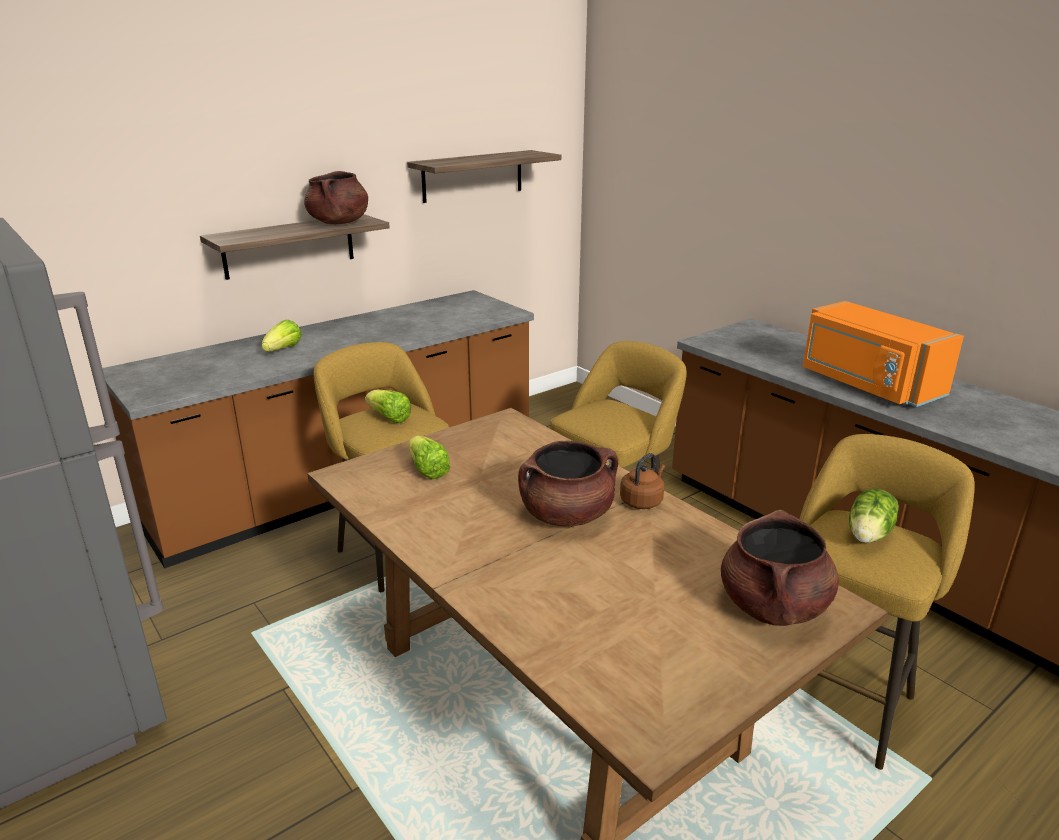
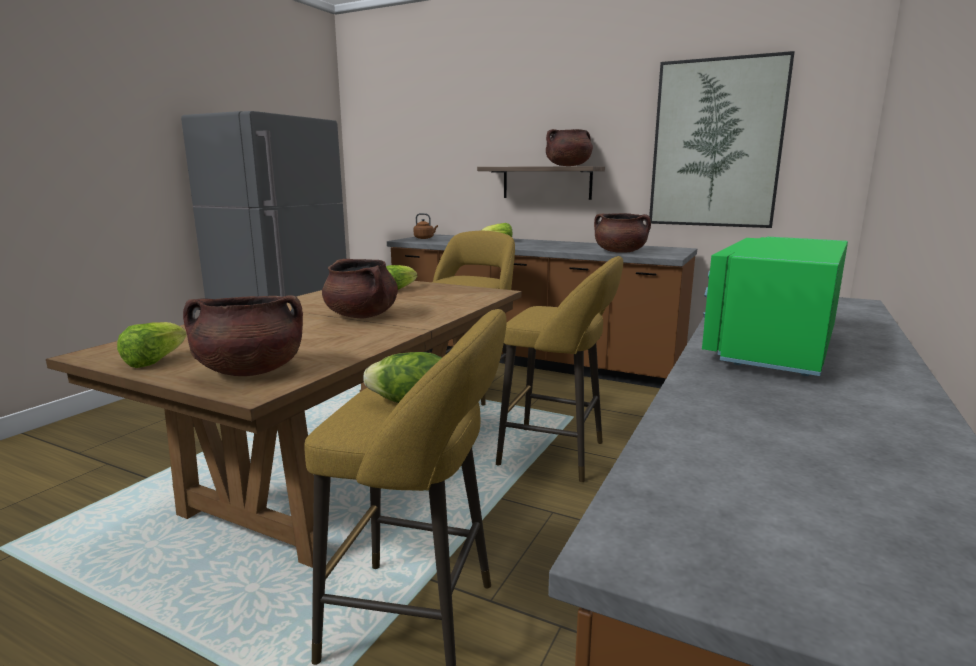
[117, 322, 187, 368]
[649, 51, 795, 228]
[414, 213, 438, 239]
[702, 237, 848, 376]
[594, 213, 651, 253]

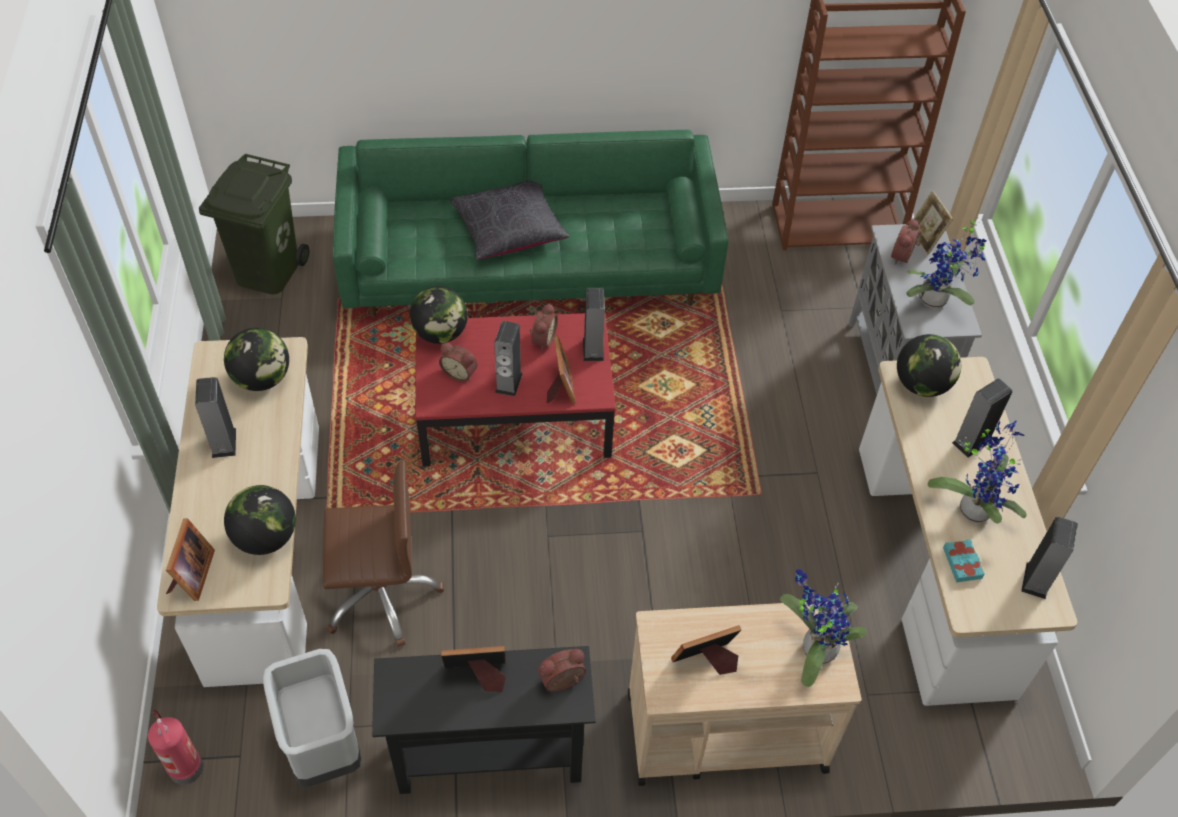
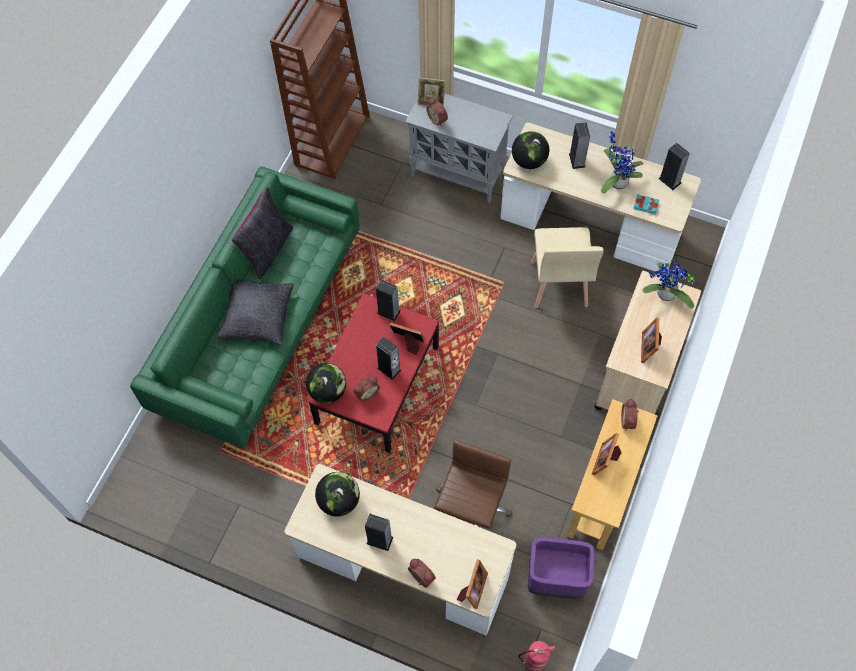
[457, 560, 488, 609]
[199, 153, 309, 295] (first image)
[224, 485, 296, 555] (first image)
[528, 537, 595, 599]
[567, 399, 658, 550]
[408, 559, 436, 588]
[906, 217, 986, 308] (first image)
[232, 187, 293, 280]
[531, 227, 604, 308]

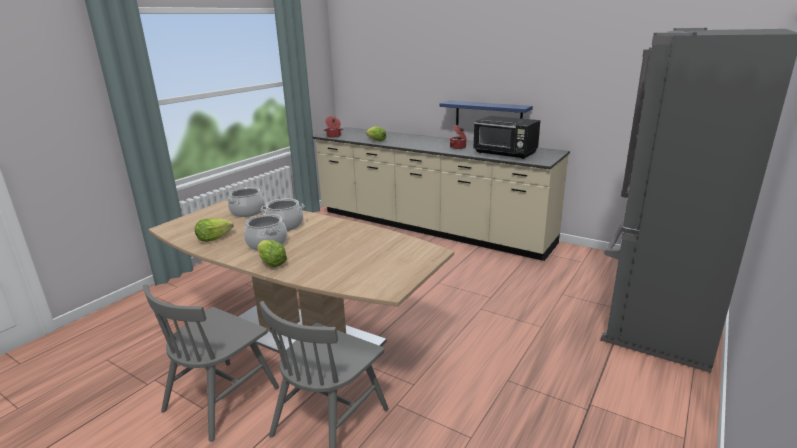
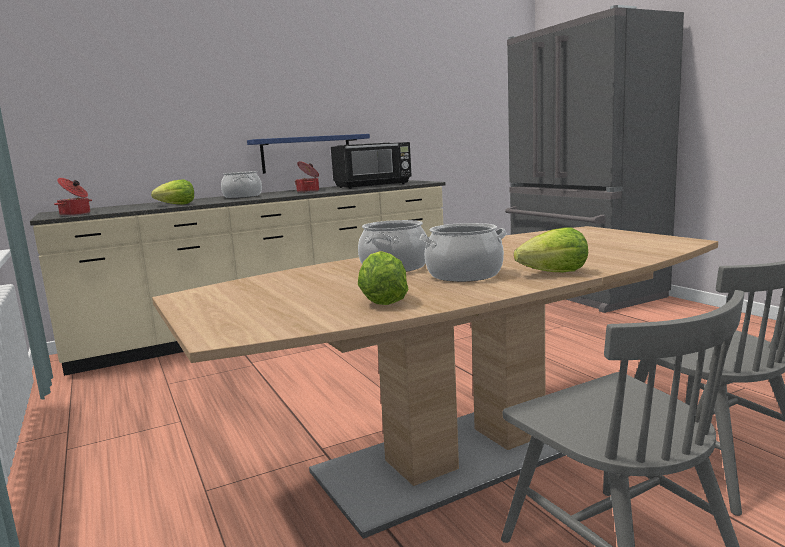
[221, 171, 262, 198]

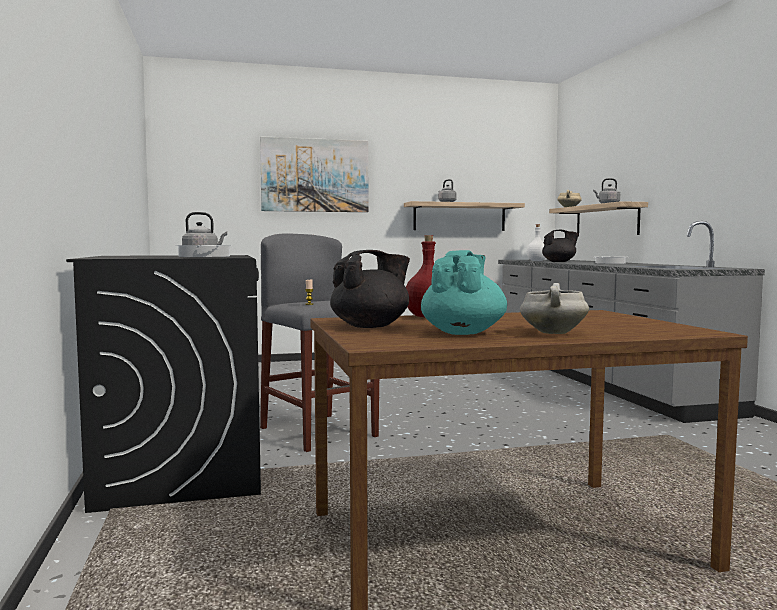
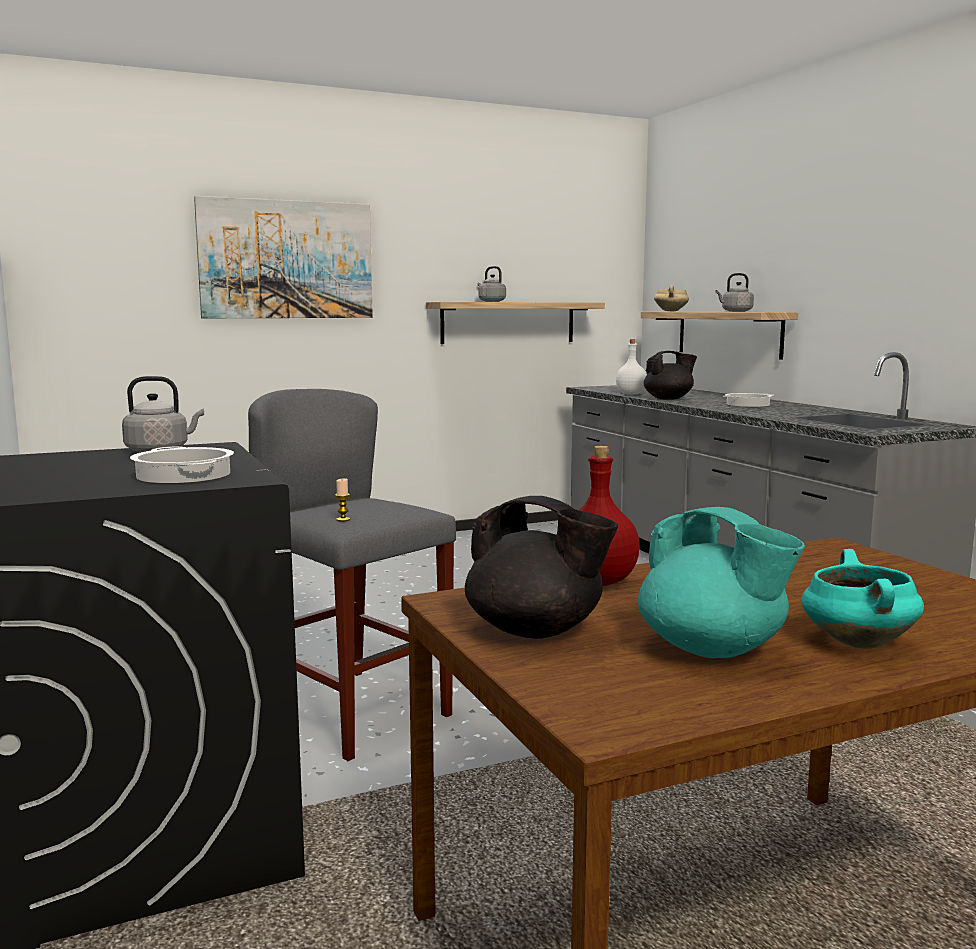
[465, 496, 618, 639]
[638, 507, 805, 658]
[802, 549, 924, 649]

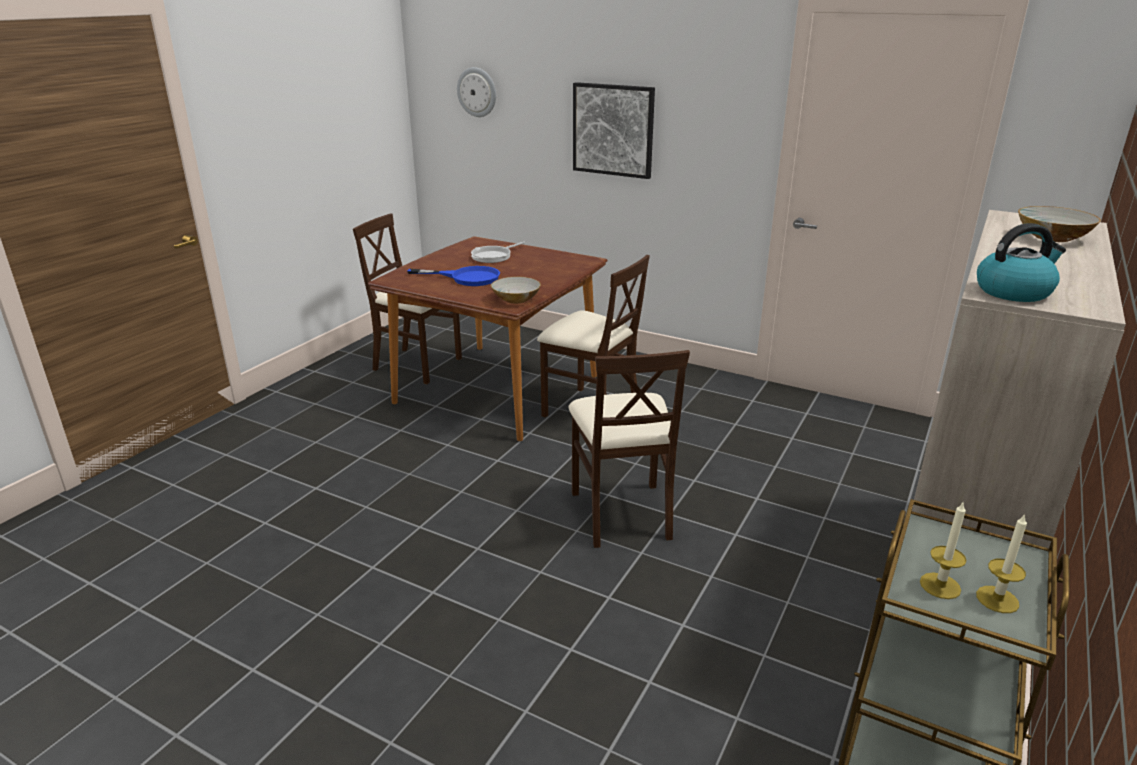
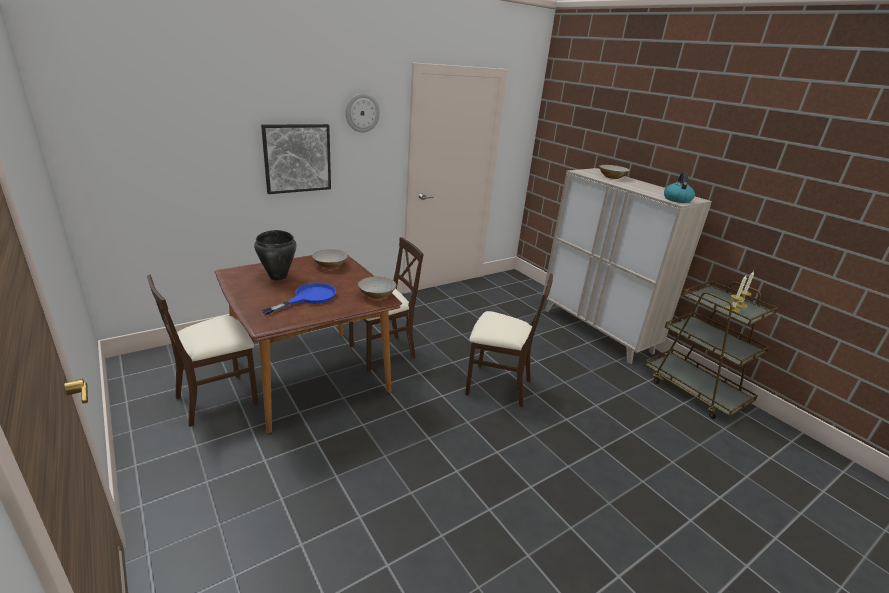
[346, 93, 380, 133]
[254, 230, 297, 281]
[312, 249, 347, 269]

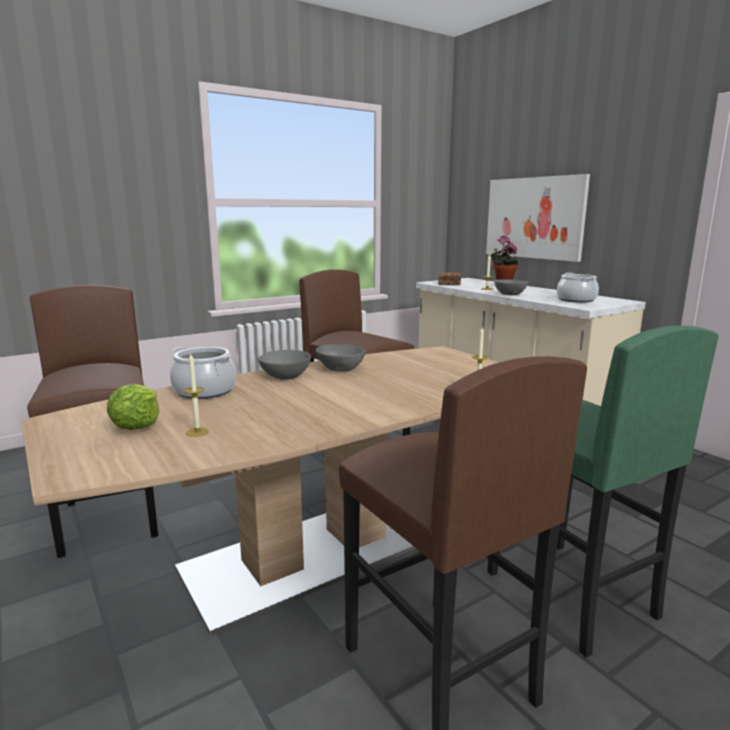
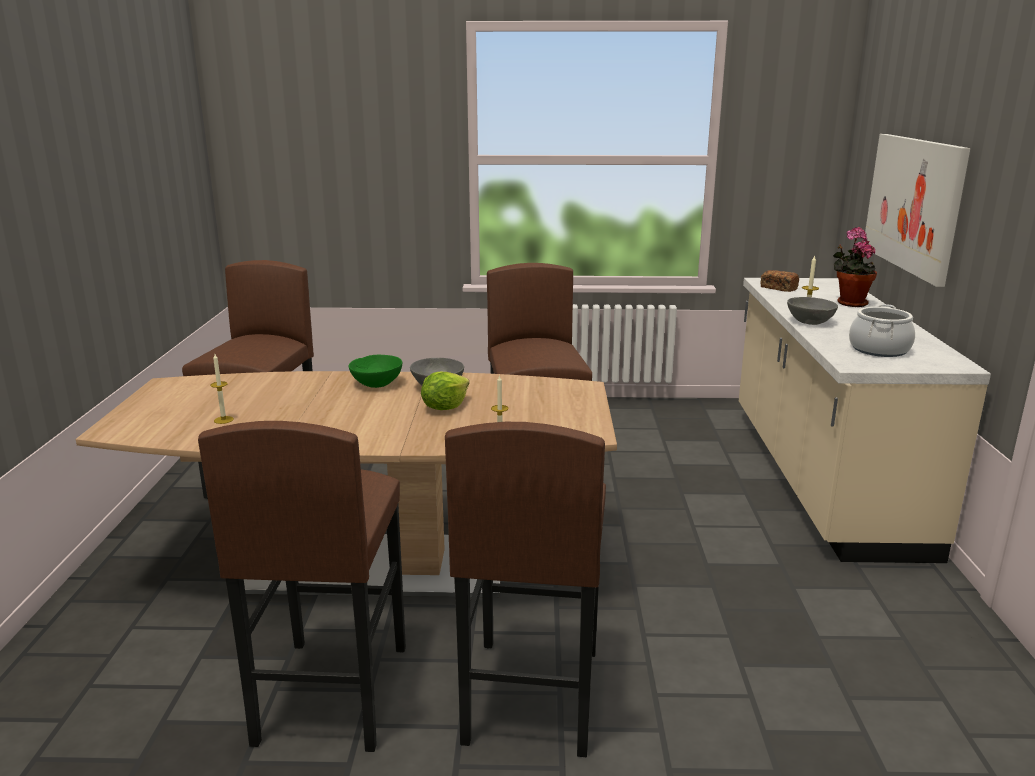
[421, 372, 469, 410]
[170, 347, 236, 399] (first image)
[349, 355, 402, 388]
[445, 422, 606, 757]

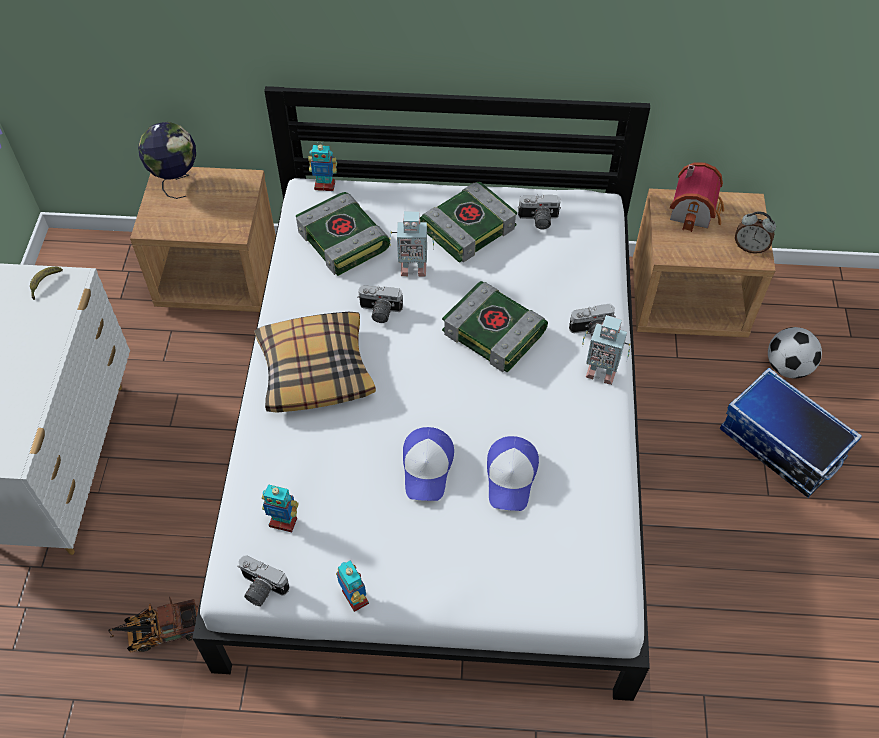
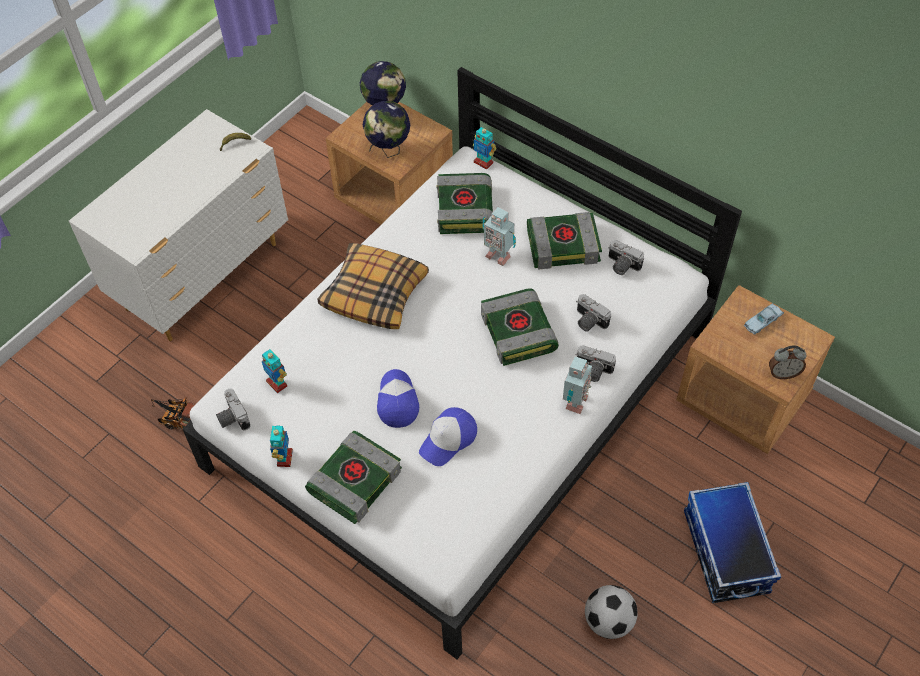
[576, 294, 611, 332]
[377, 369, 419, 428]
[563, 356, 592, 414]
[744, 303, 784, 335]
[769, 346, 807, 379]
[585, 585, 638, 639]
[305, 431, 402, 524]
[363, 101, 410, 158]

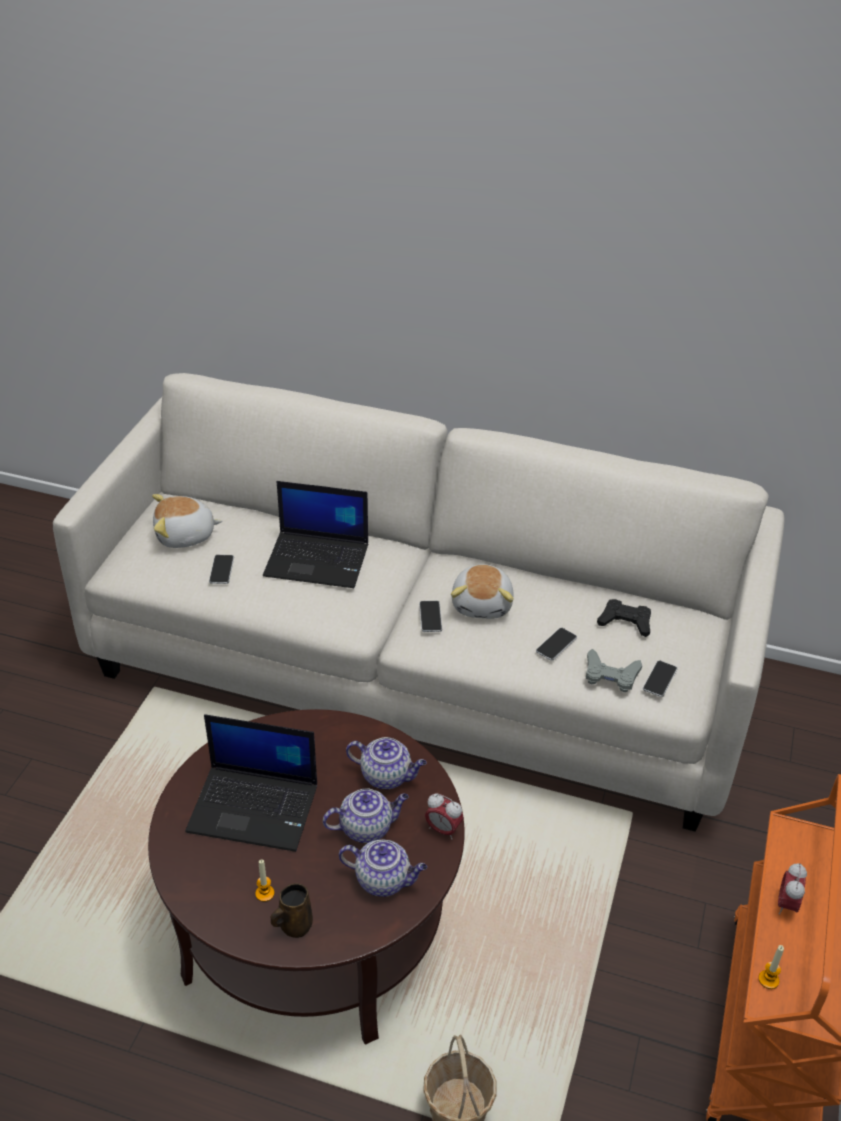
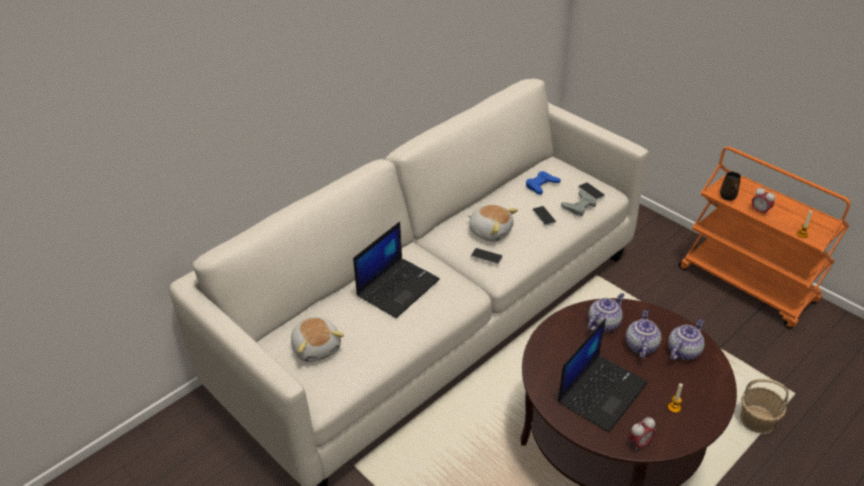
[291, 317, 344, 362]
[209, 555, 234, 584] (first image)
[720, 171, 741, 201]
[628, 417, 656, 451]
[526, 171, 561, 195]

